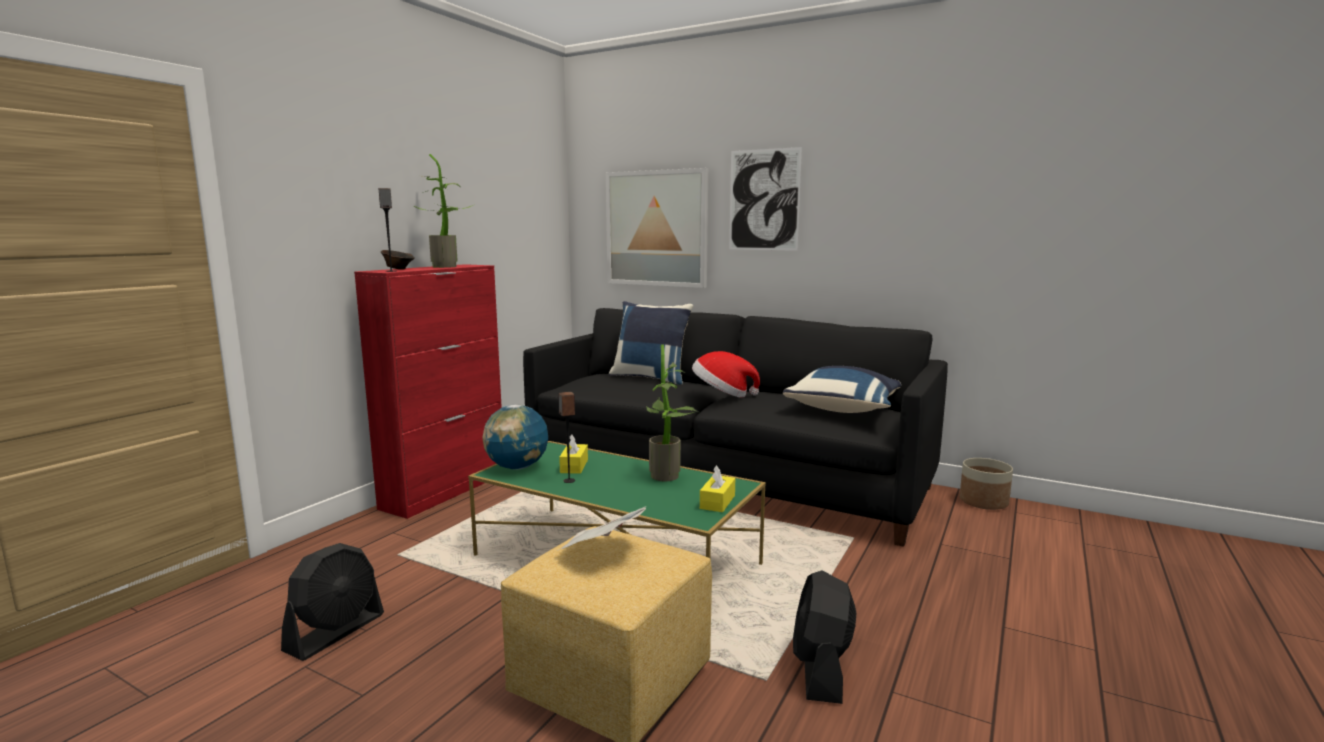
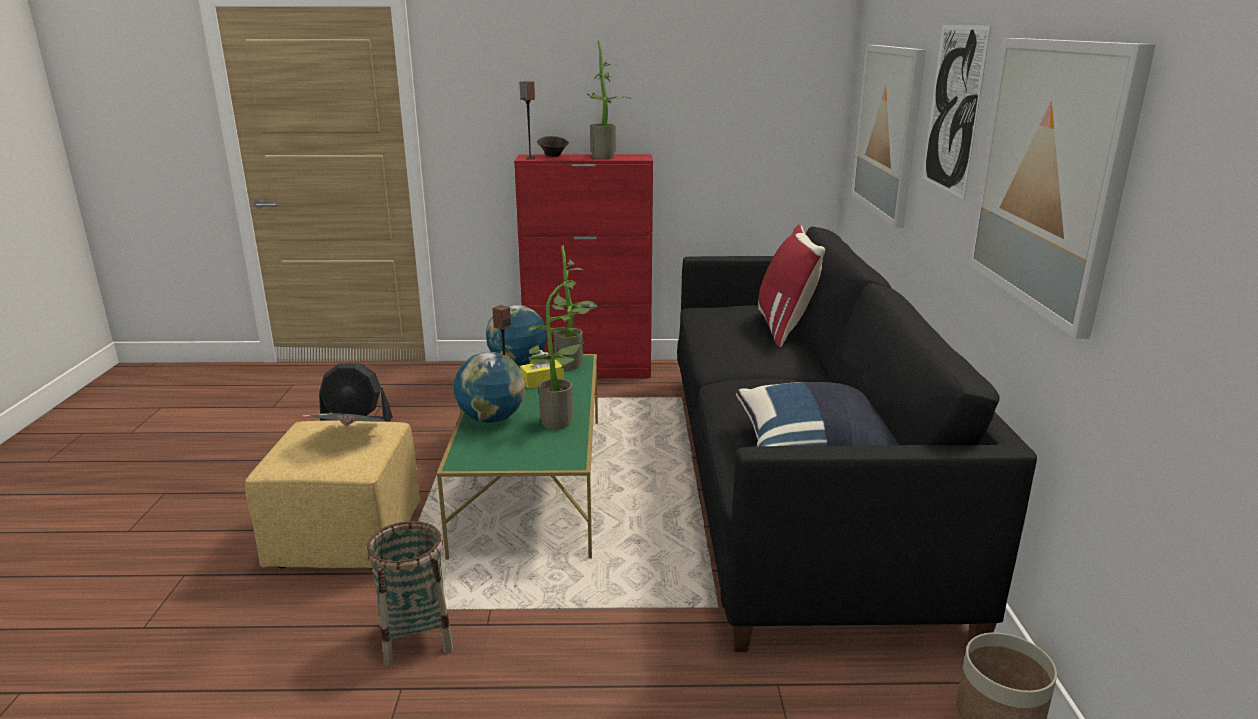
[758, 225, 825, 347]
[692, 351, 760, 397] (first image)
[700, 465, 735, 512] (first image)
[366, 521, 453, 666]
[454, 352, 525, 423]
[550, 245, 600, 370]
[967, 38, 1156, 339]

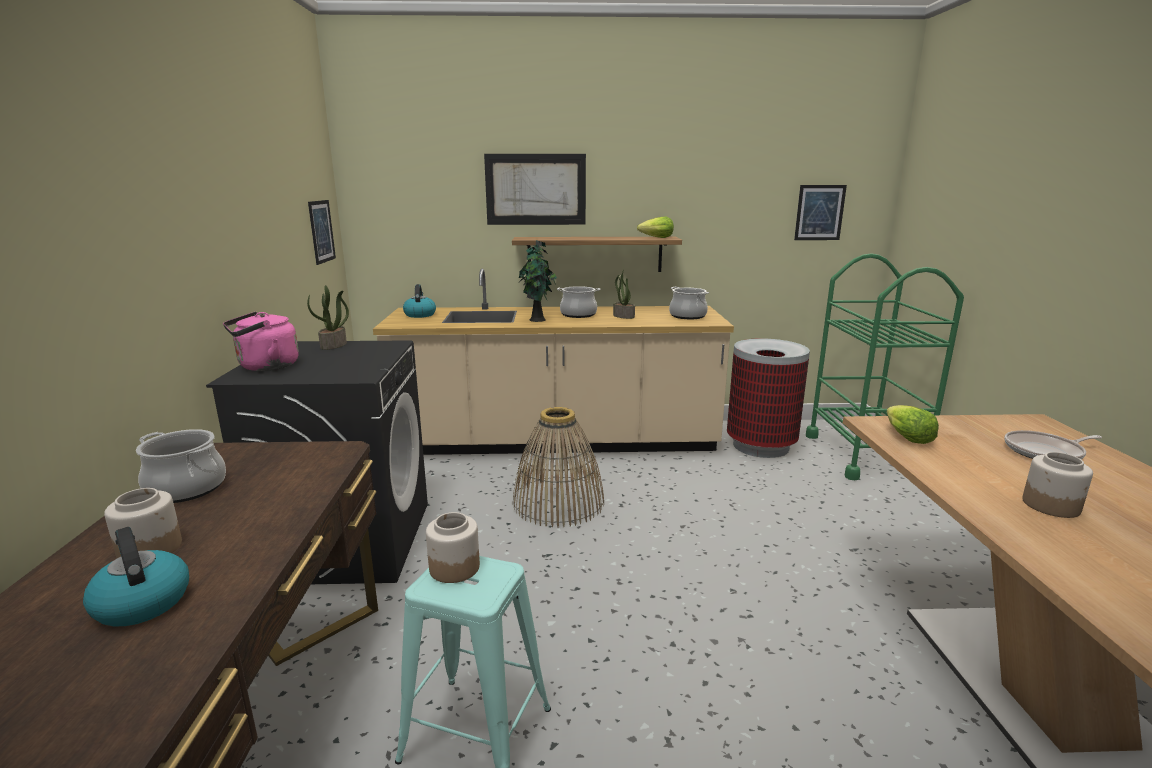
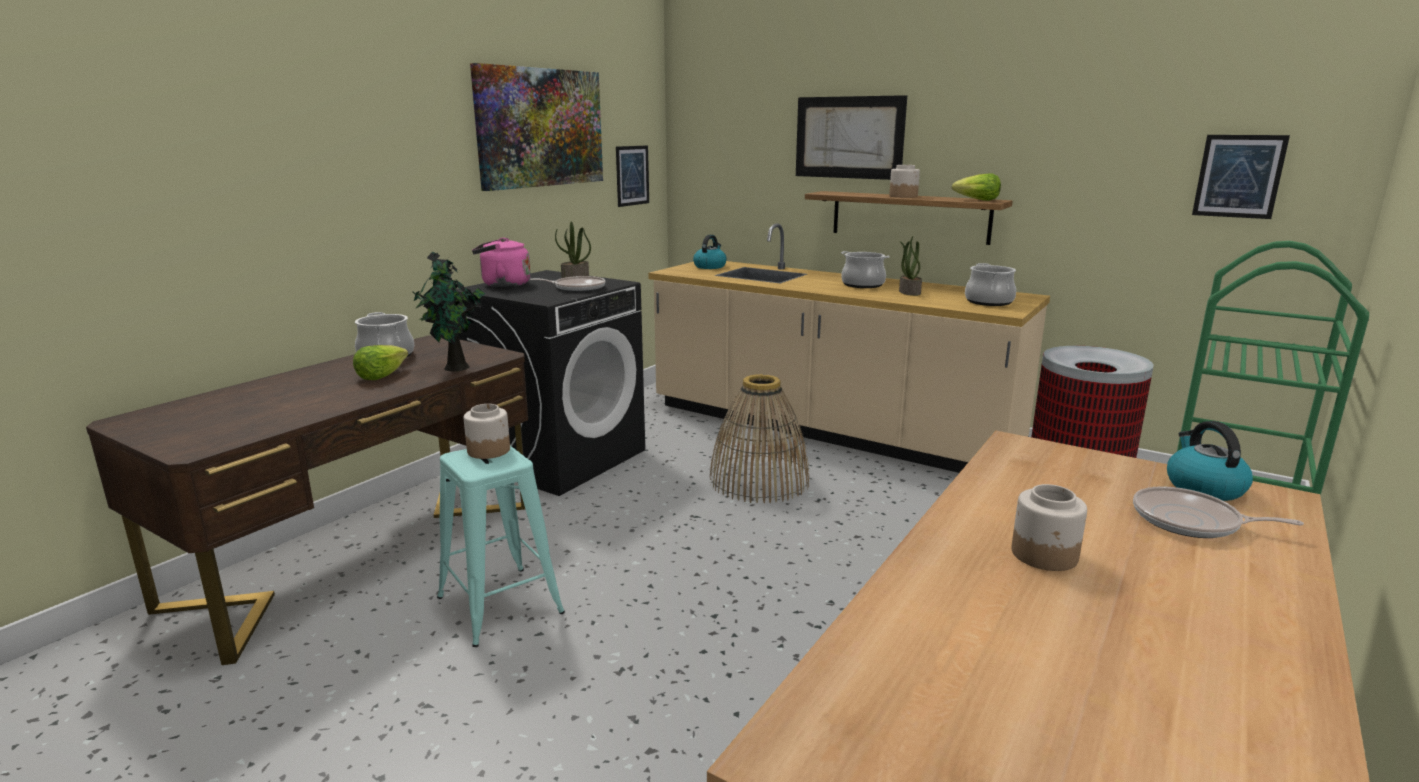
[1167, 421, 1253, 501]
[889, 165, 920, 198]
[414, 252, 485, 371]
[353, 345, 408, 380]
[470, 63, 603, 191]
[530, 276, 605, 292]

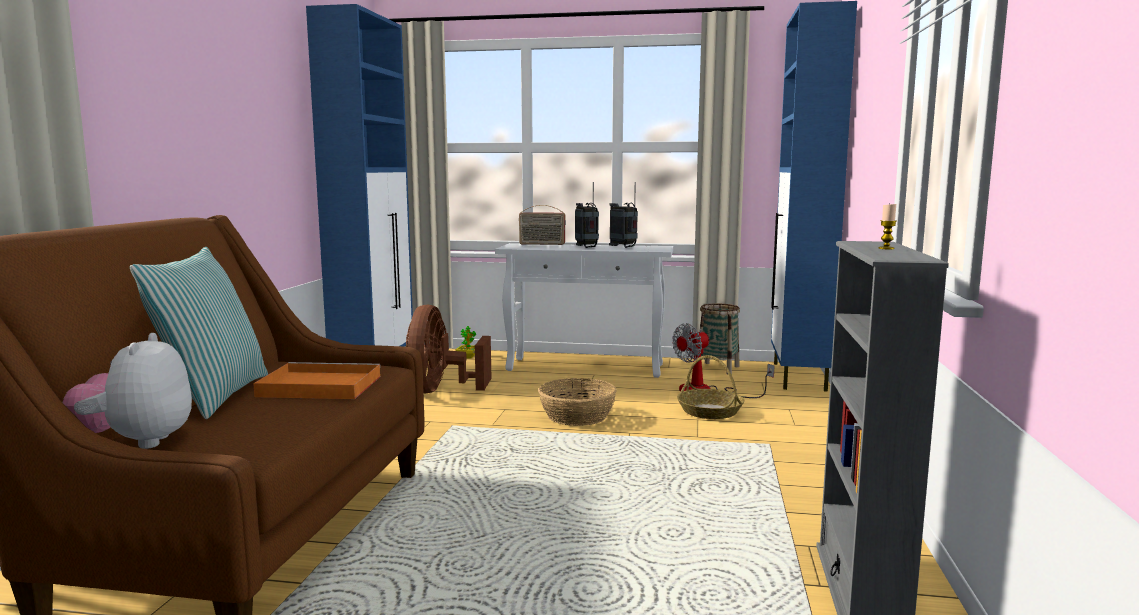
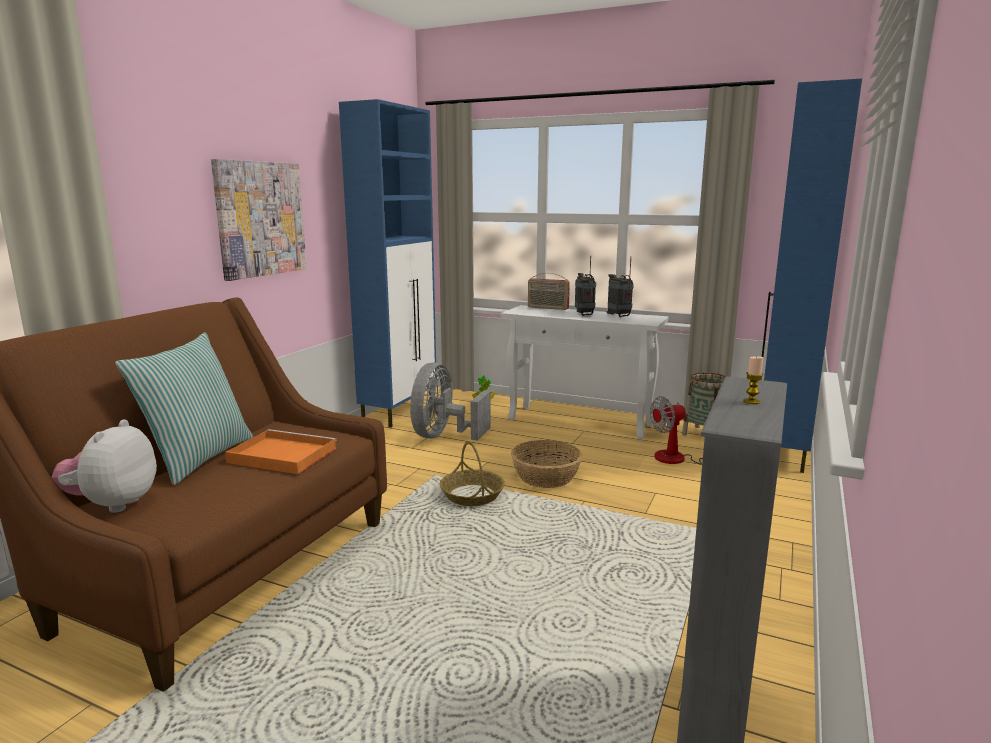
[410, 362, 491, 440]
[440, 441, 505, 506]
[211, 159, 307, 281]

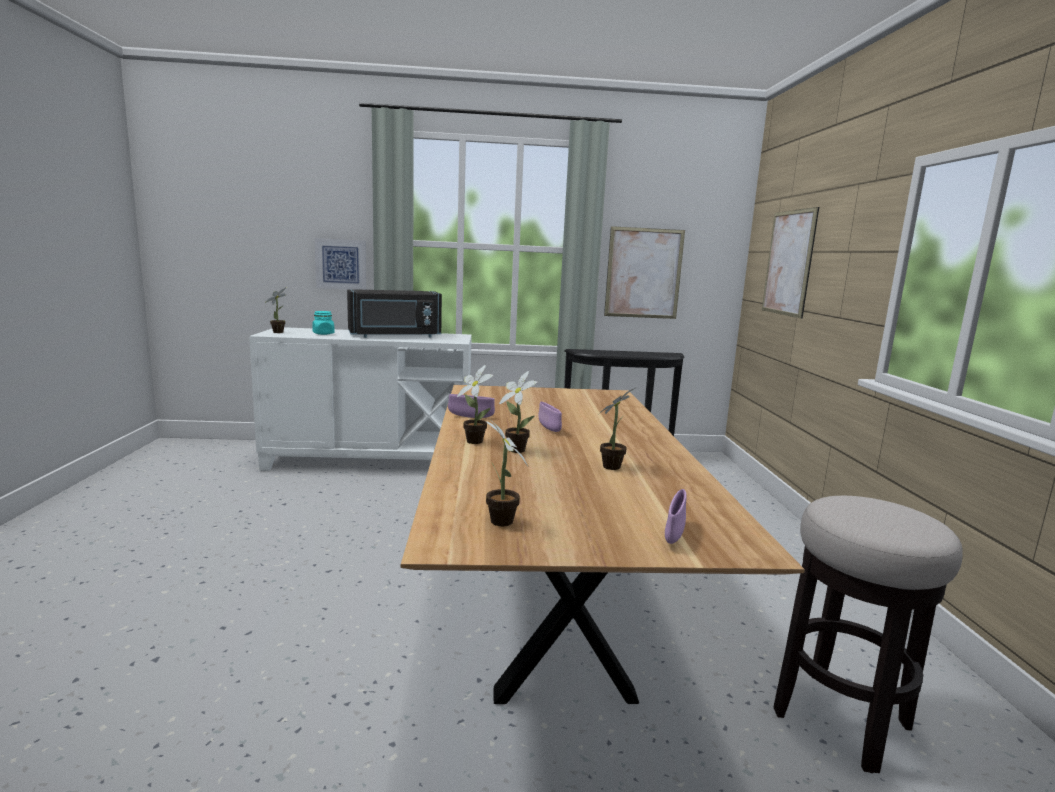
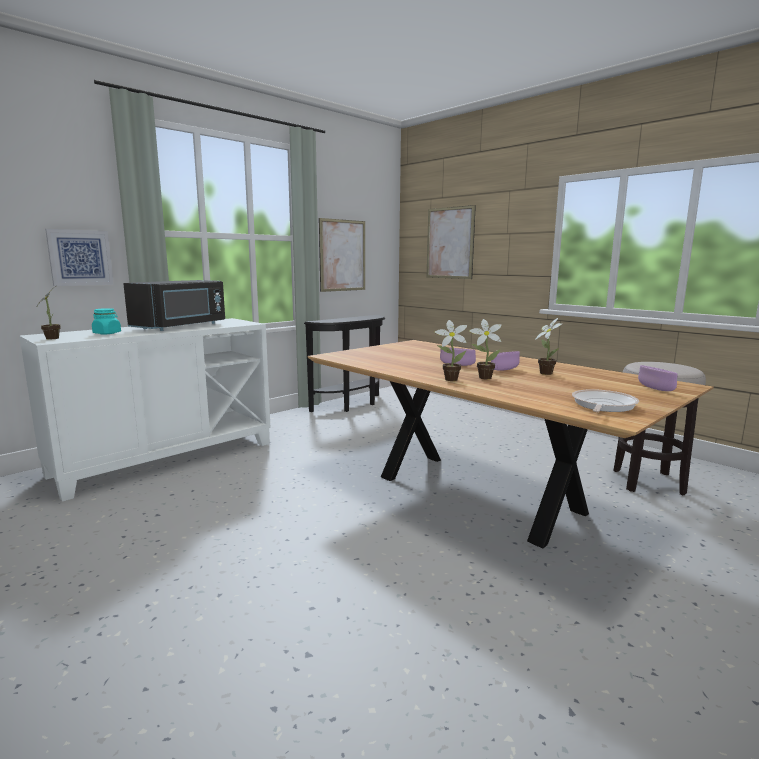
[491, 351, 520, 371]
[572, 389, 639, 412]

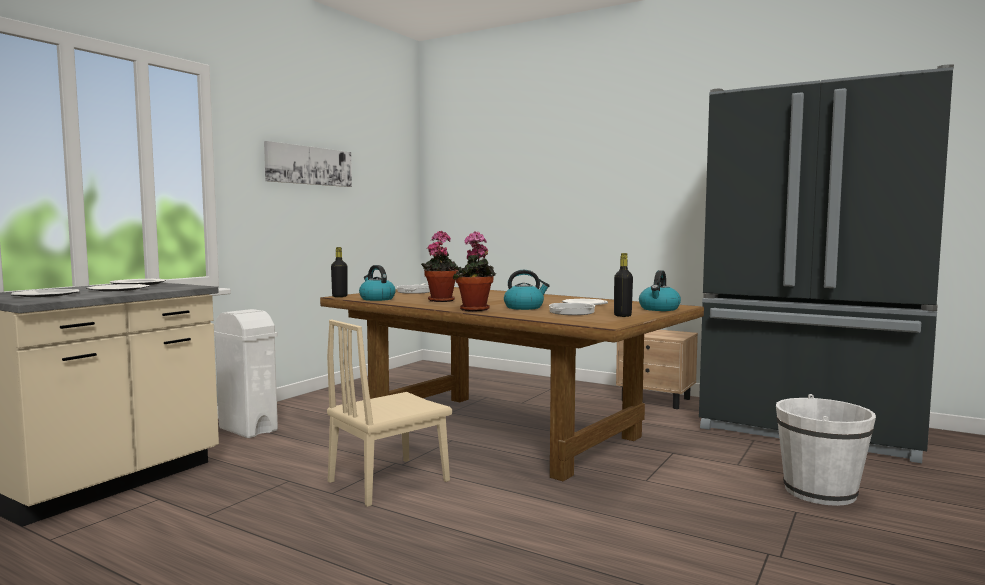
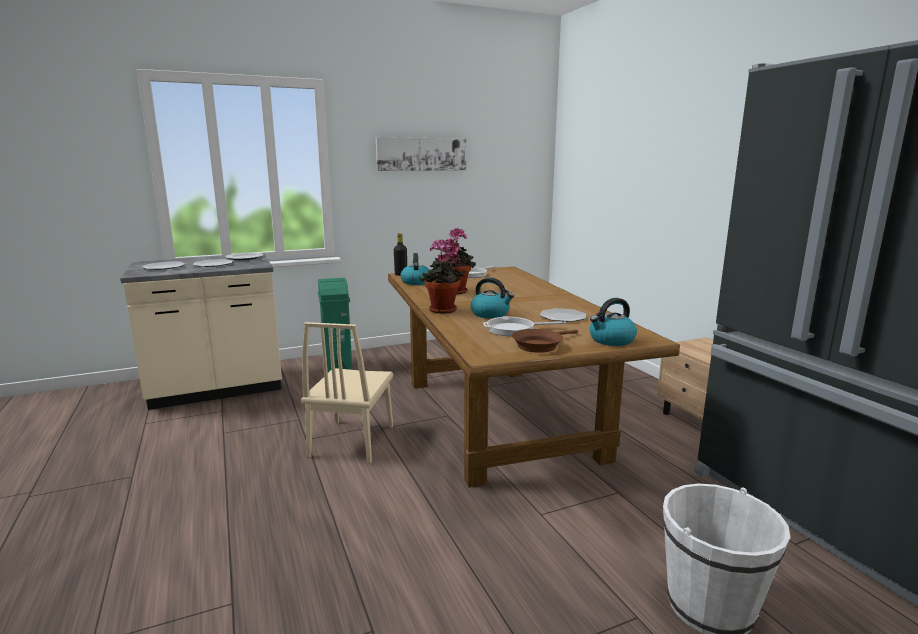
[318, 278, 352, 373]
[301, 322, 393, 464]
[512, 329, 578, 353]

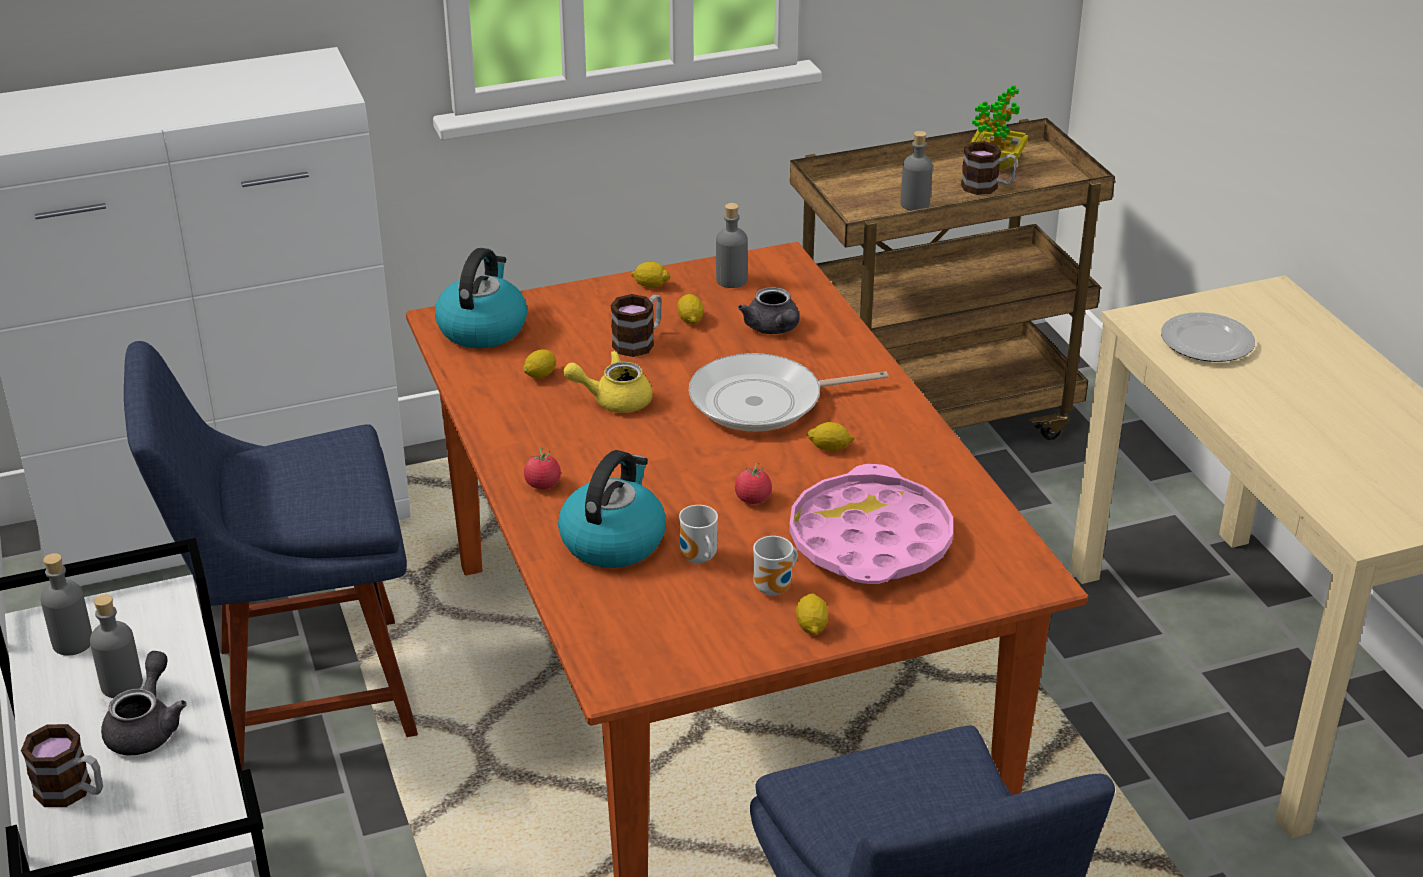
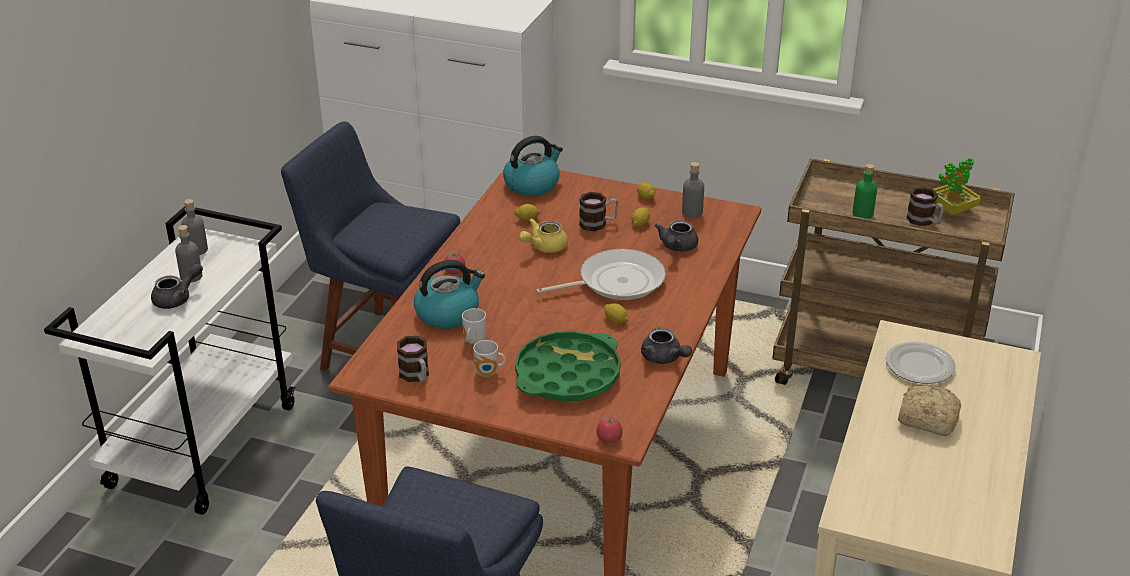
[397, 336, 429, 383]
[519, 218, 568, 253]
[536, 249, 666, 300]
[596, 416, 623, 443]
[515, 331, 621, 401]
[796, 593, 828, 635] (first image)
[853, 164, 877, 219]
[641, 328, 692, 364]
[898, 384, 961, 436]

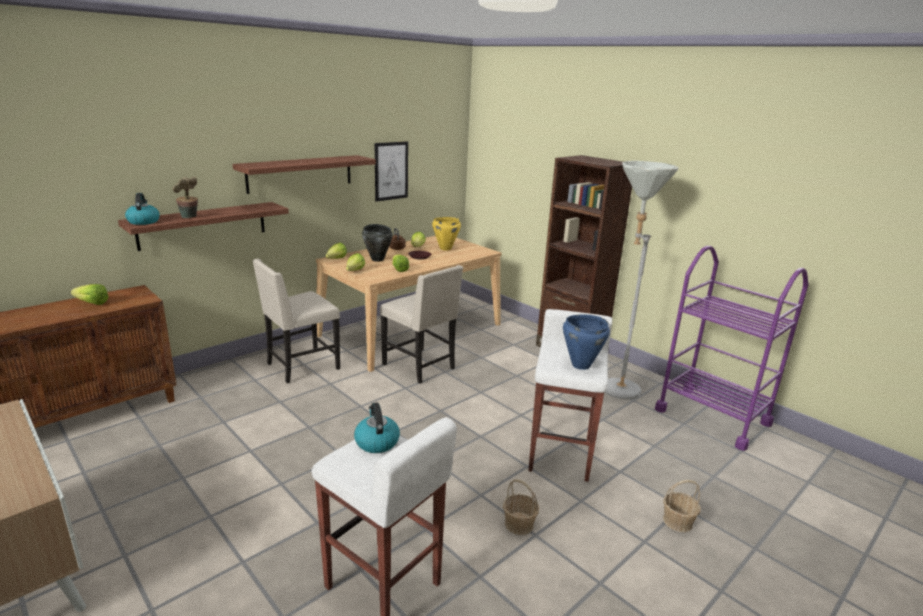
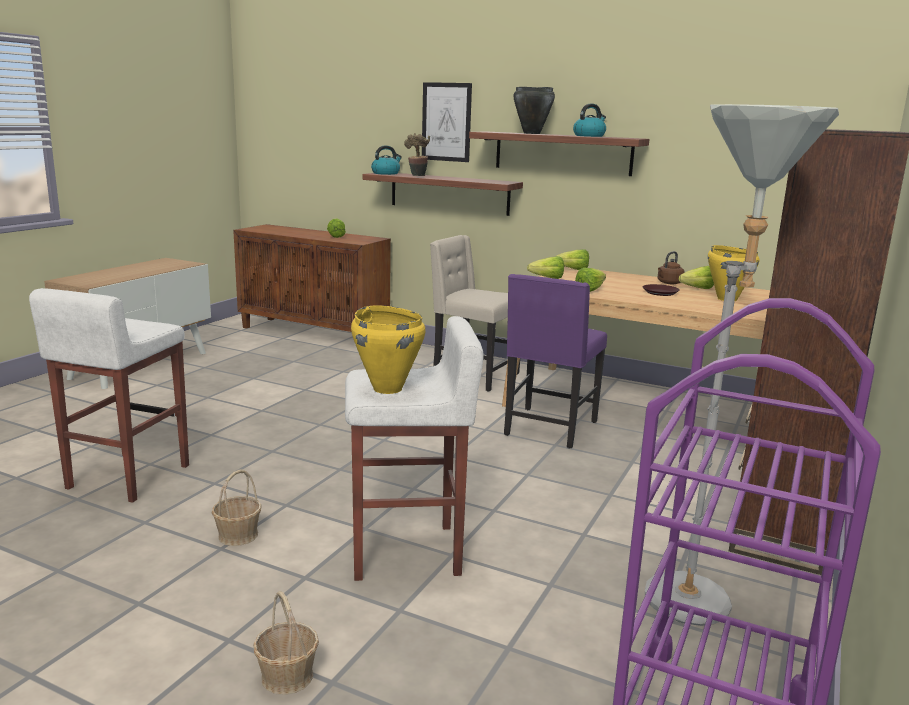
[573, 104, 606, 137]
[513, 87, 555, 134]
[422, 82, 472, 162]
[504, 274, 607, 449]
[351, 305, 426, 394]

